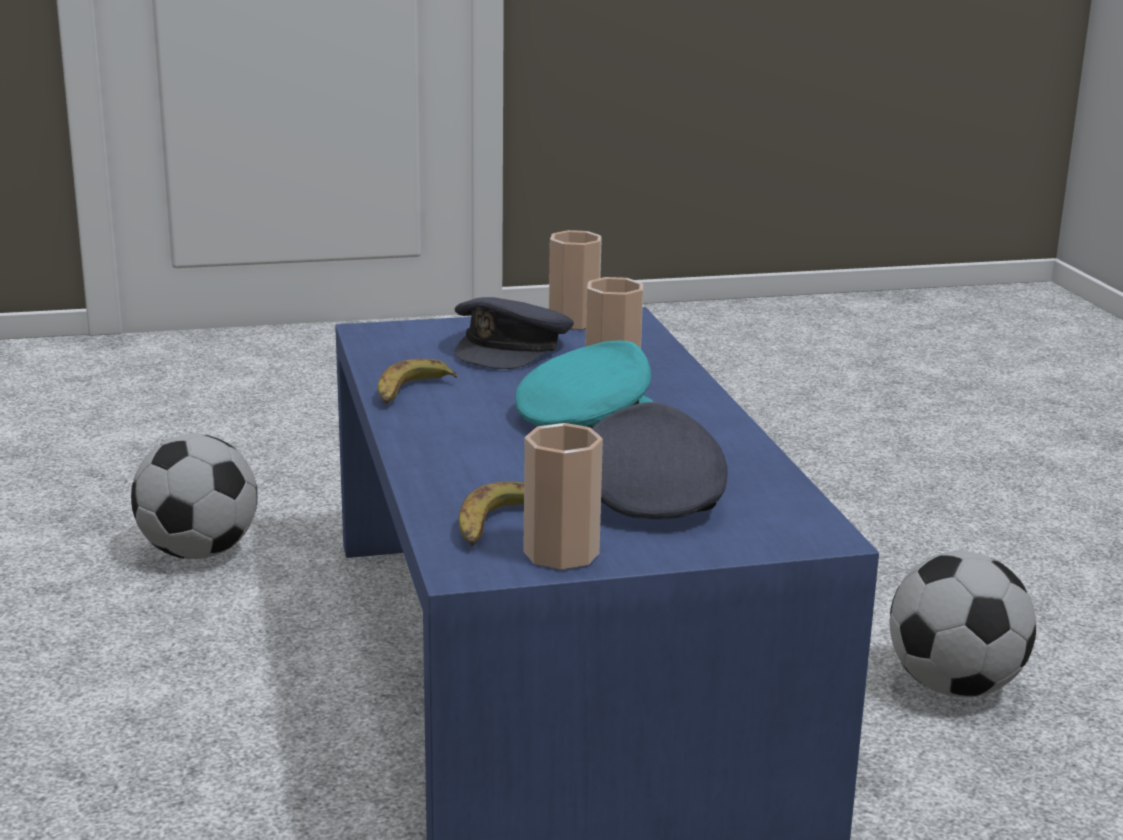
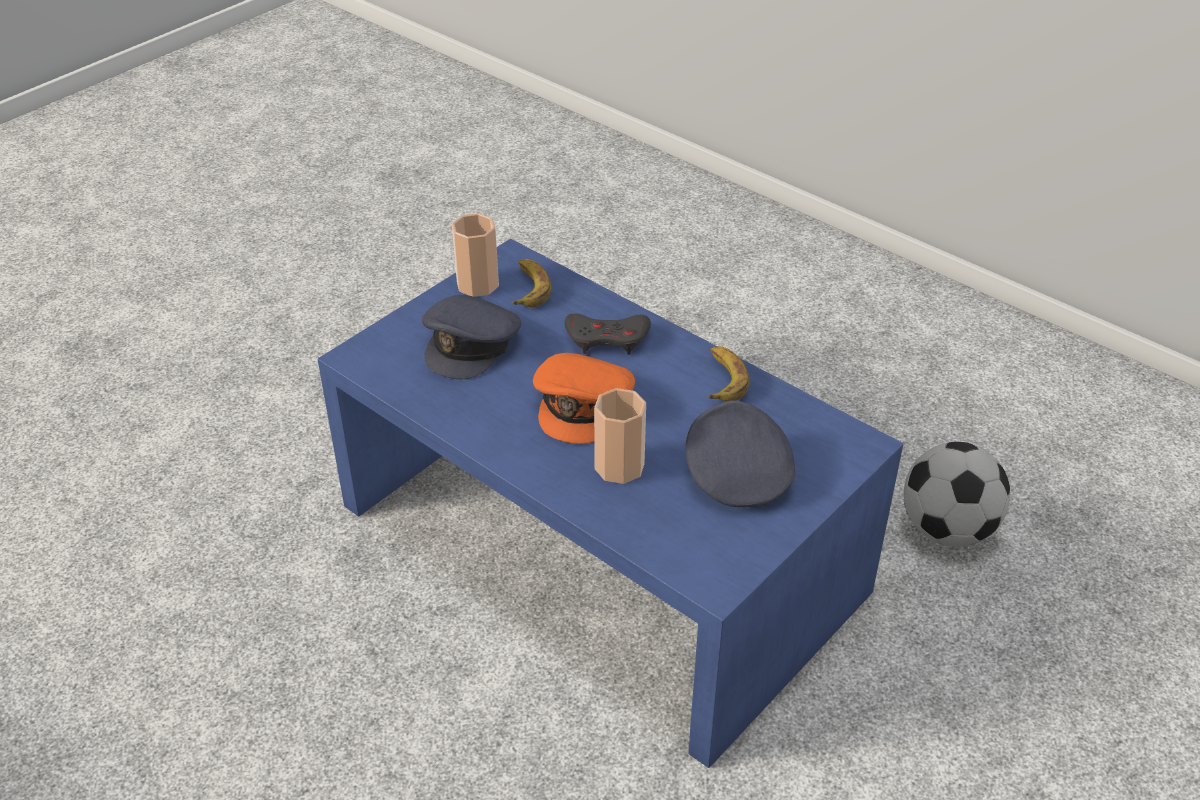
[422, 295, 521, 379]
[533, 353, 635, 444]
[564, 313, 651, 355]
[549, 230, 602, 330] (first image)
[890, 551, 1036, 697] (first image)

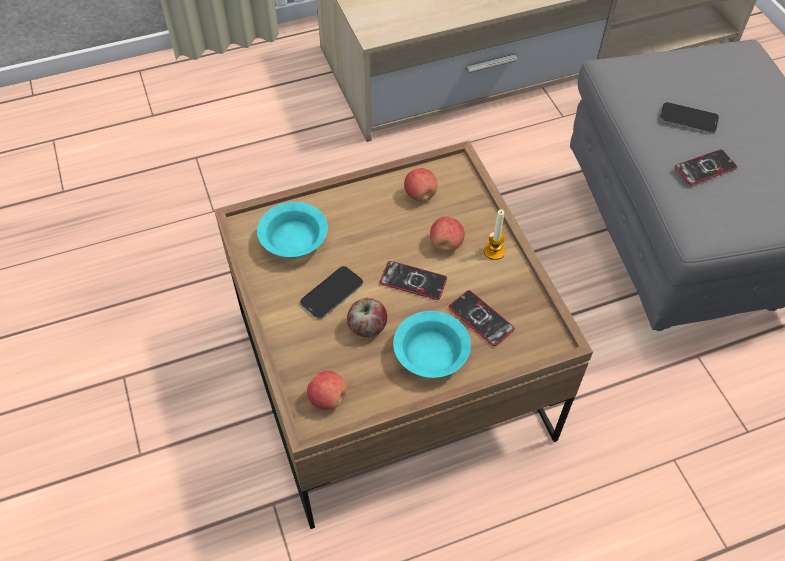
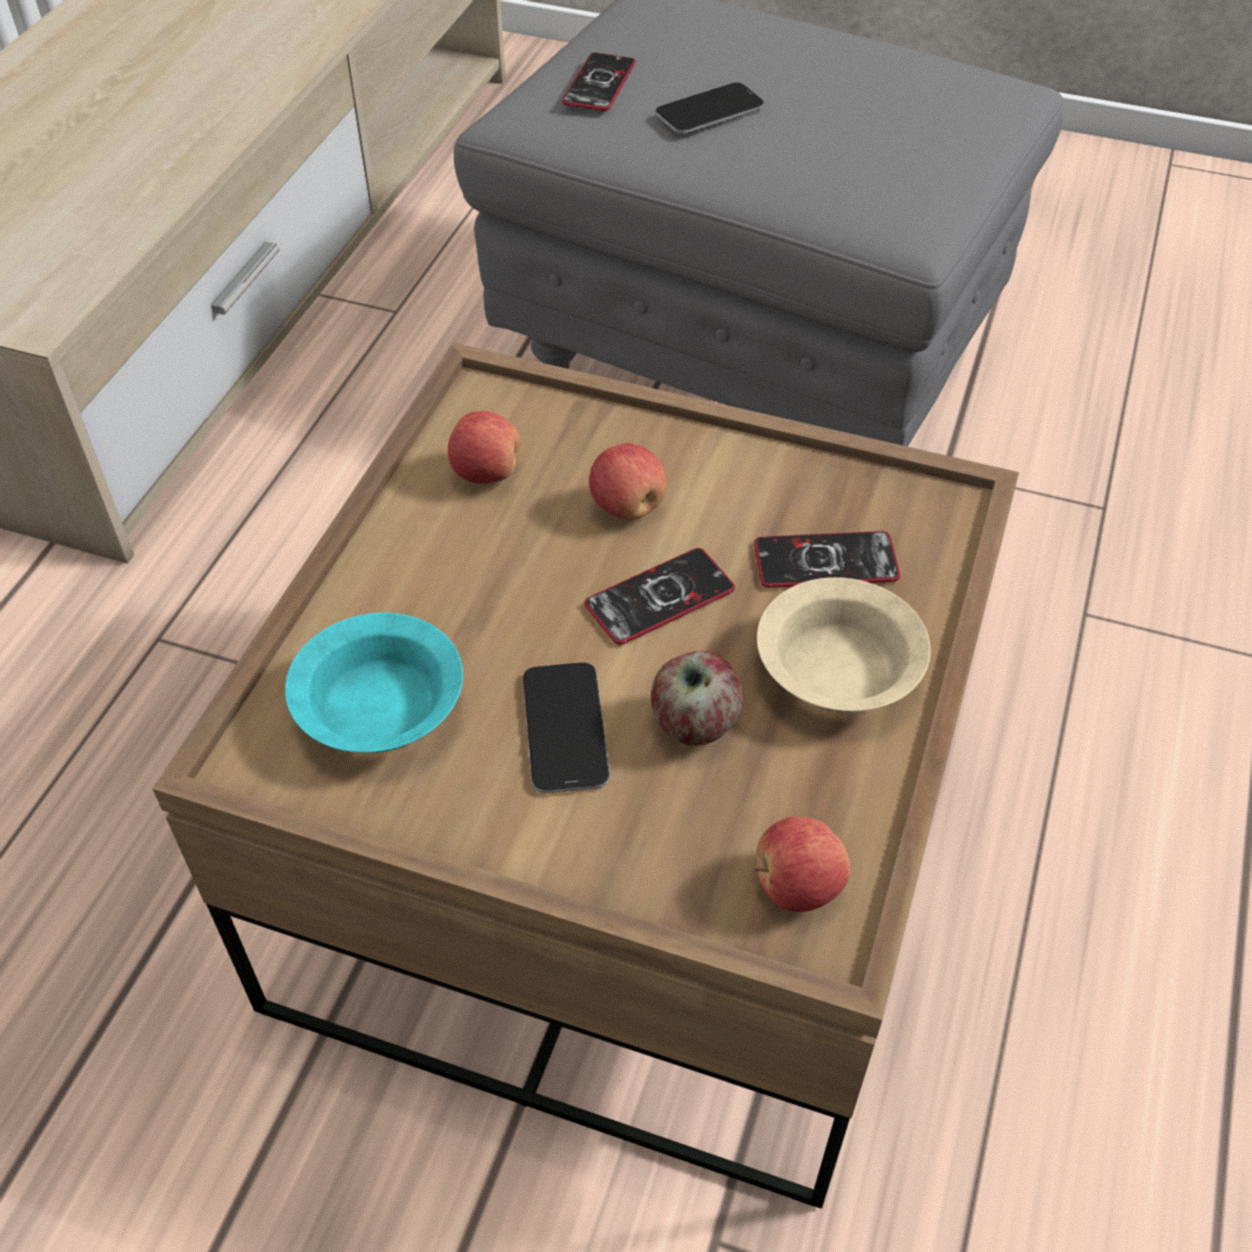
[562, 53, 636, 111]
[757, 577, 931, 713]
[484, 209, 505, 260] (first image)

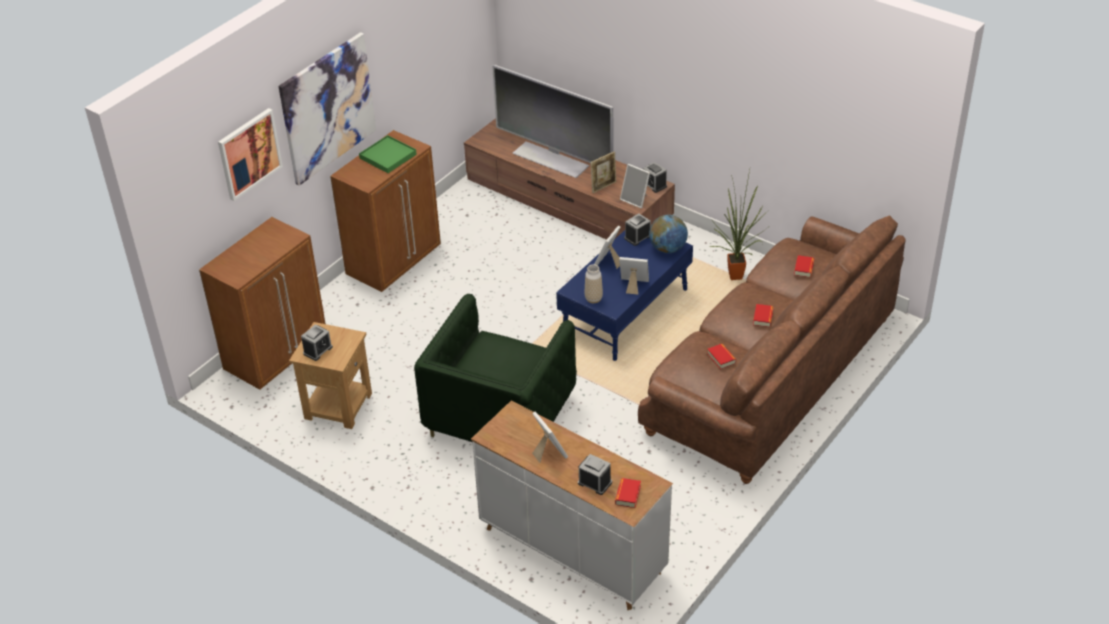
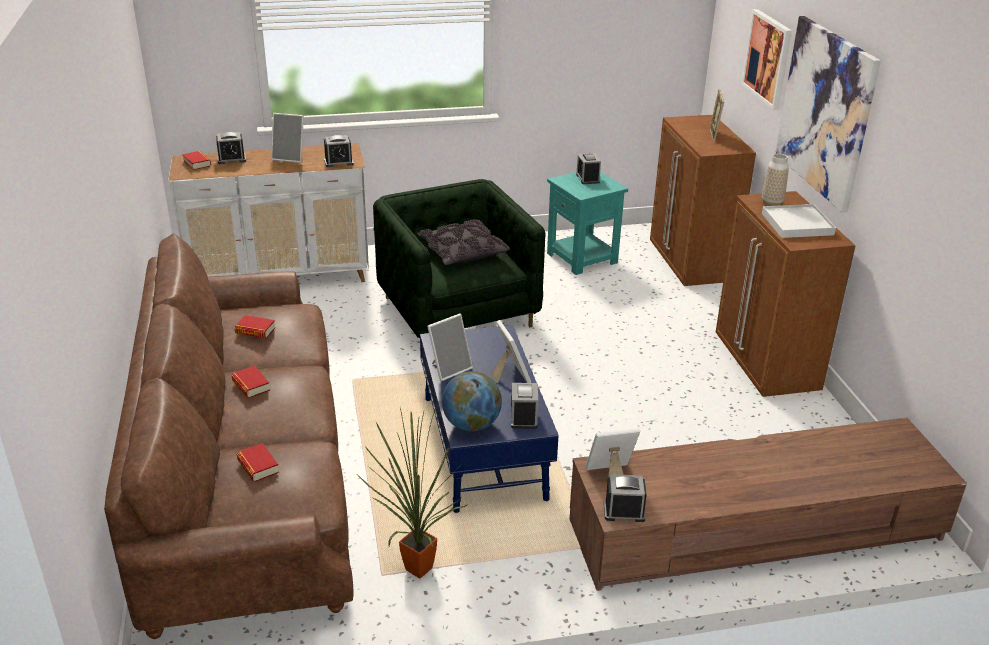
[324, 135, 354, 167]
[417, 219, 510, 265]
[547, 172, 628, 275]
[710, 89, 724, 142]
[762, 153, 789, 206]
[762, 204, 836, 238]
[492, 65, 613, 178] (first image)

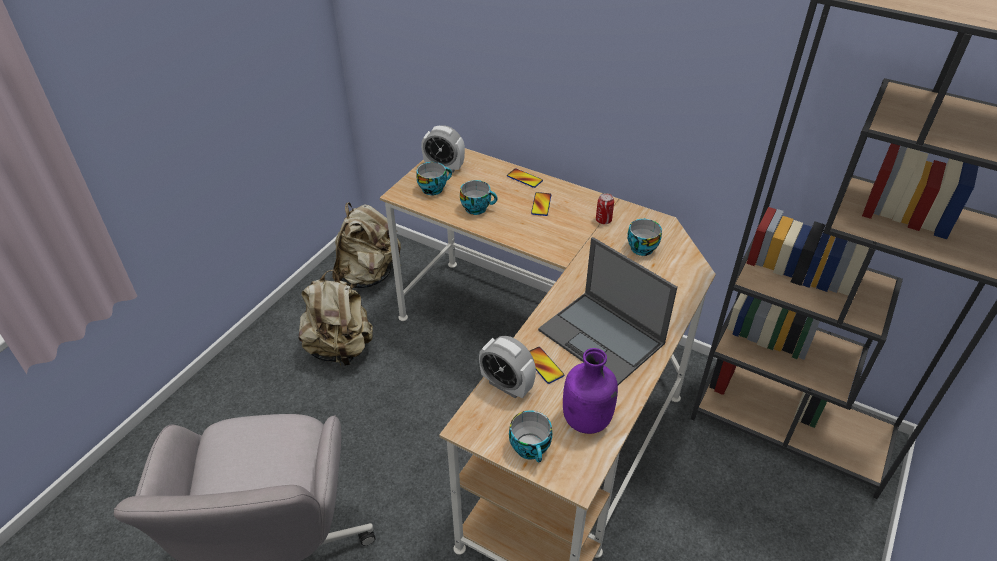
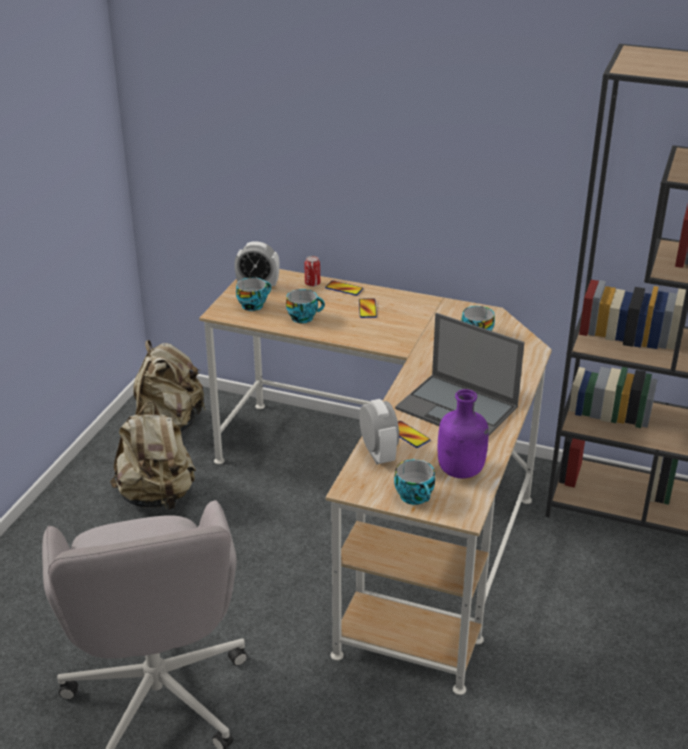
[305, 256, 320, 287]
[359, 399, 399, 464]

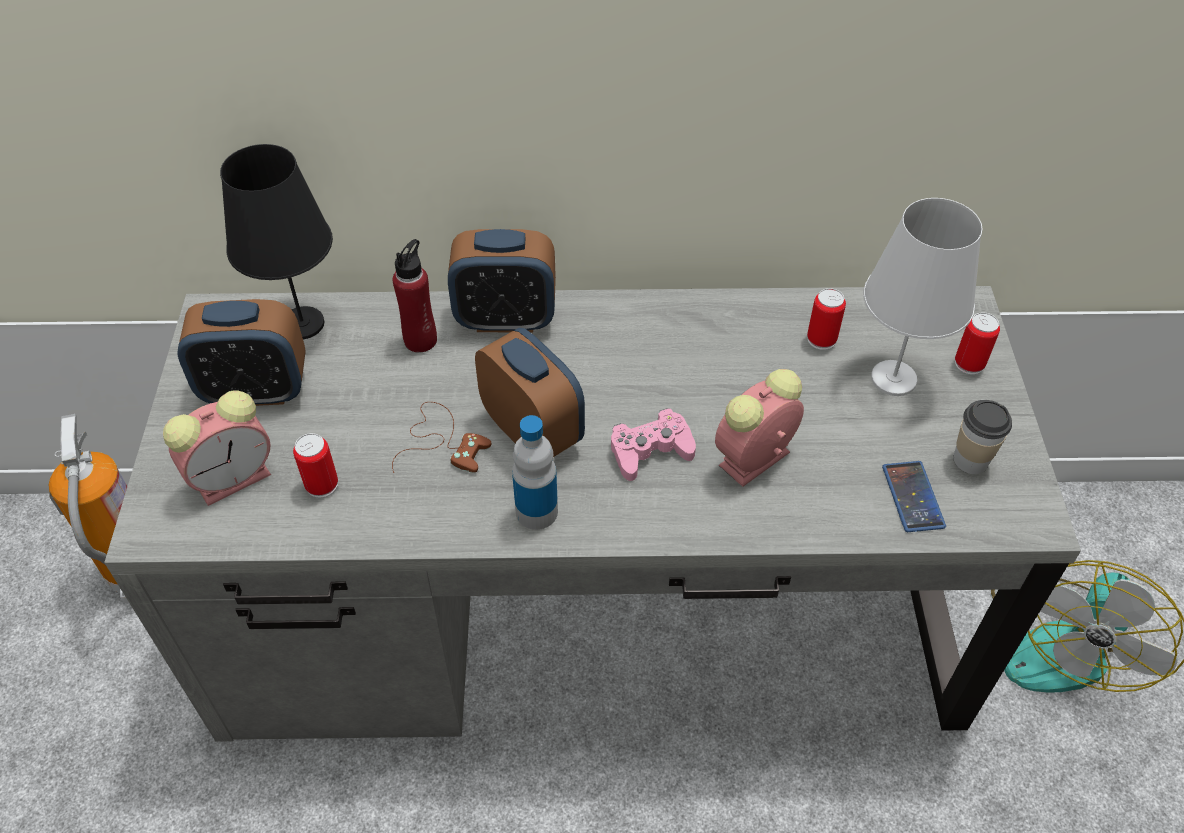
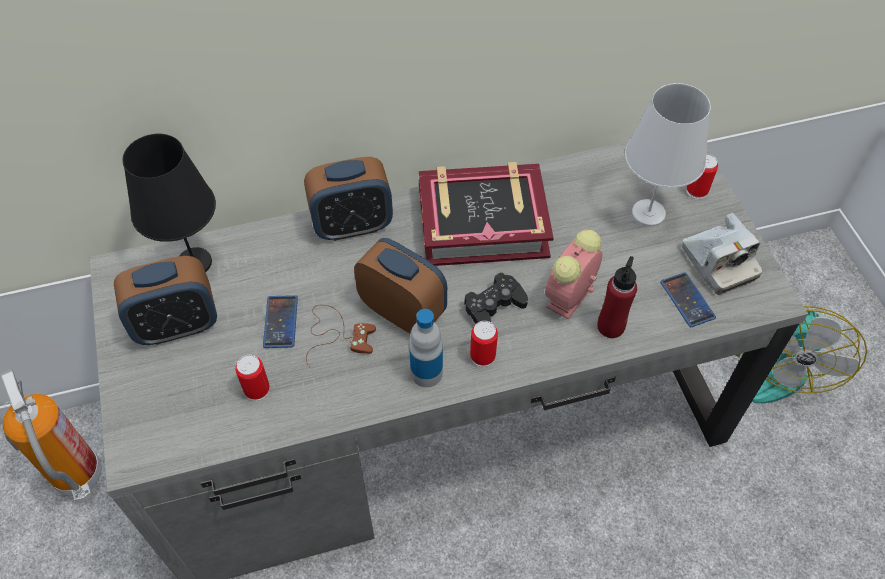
[263, 295, 298, 348]
[419, 162, 554, 266]
[464, 273, 528, 324]
[470, 321, 498, 367]
[597, 256, 637, 338]
[682, 213, 762, 295]
[163, 391, 271, 506] (first image)

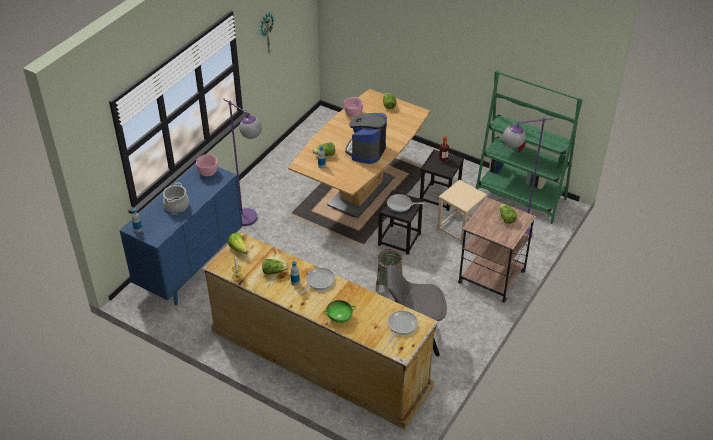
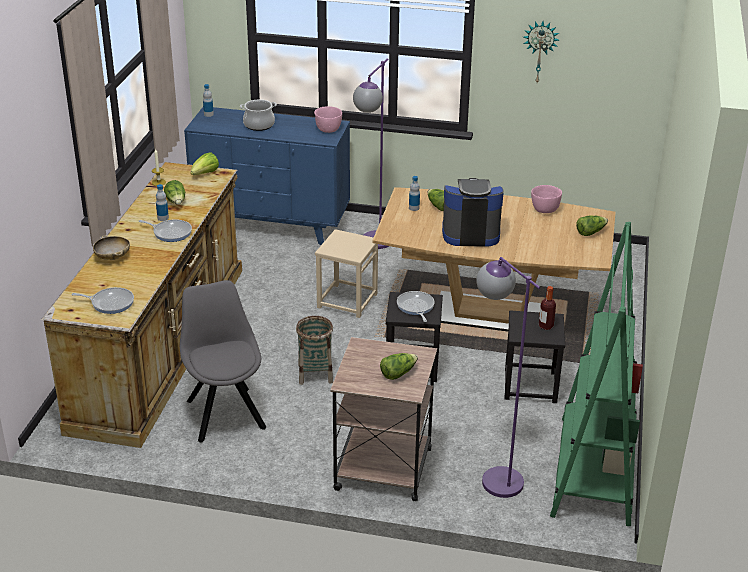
[93, 235, 130, 260]
[315, 229, 378, 318]

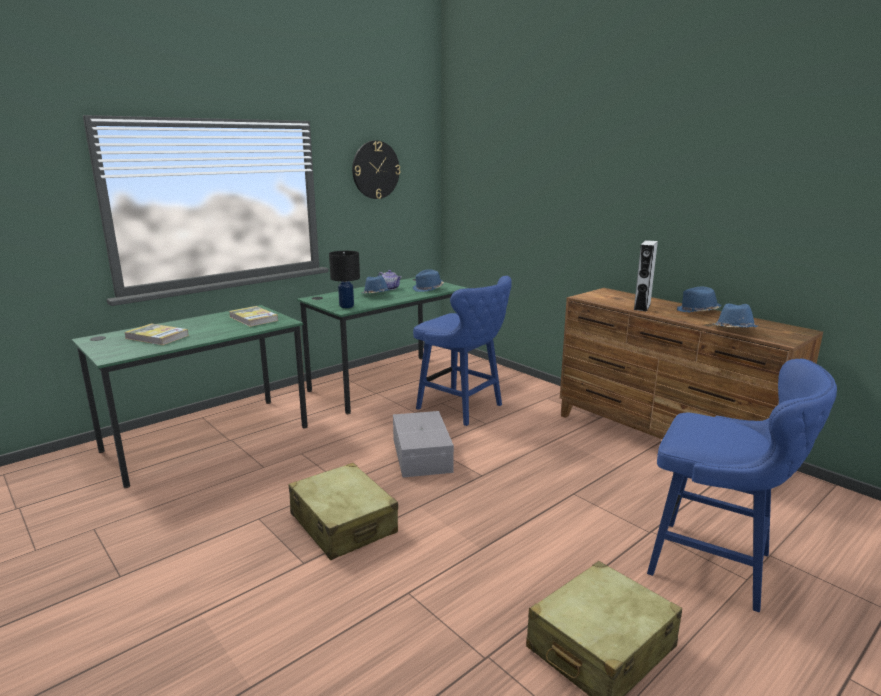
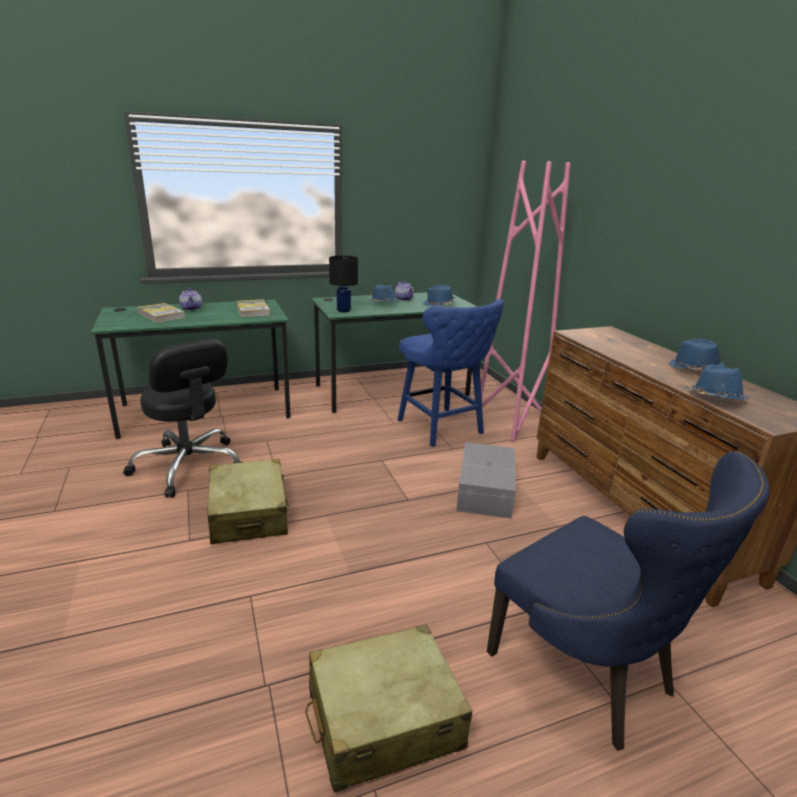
[123, 339, 242, 498]
[179, 288, 202, 311]
[456, 442, 516, 519]
[481, 160, 571, 442]
[487, 451, 770, 751]
[352, 141, 400, 199] (first image)
[634, 240, 658, 311] (first image)

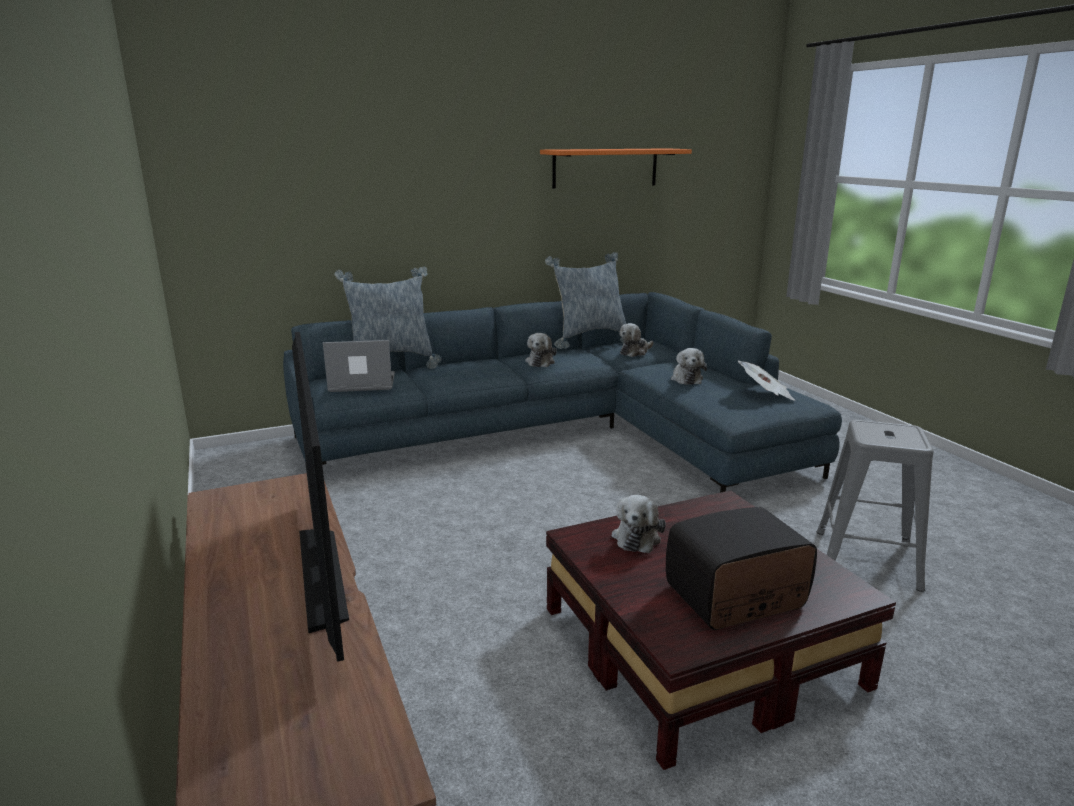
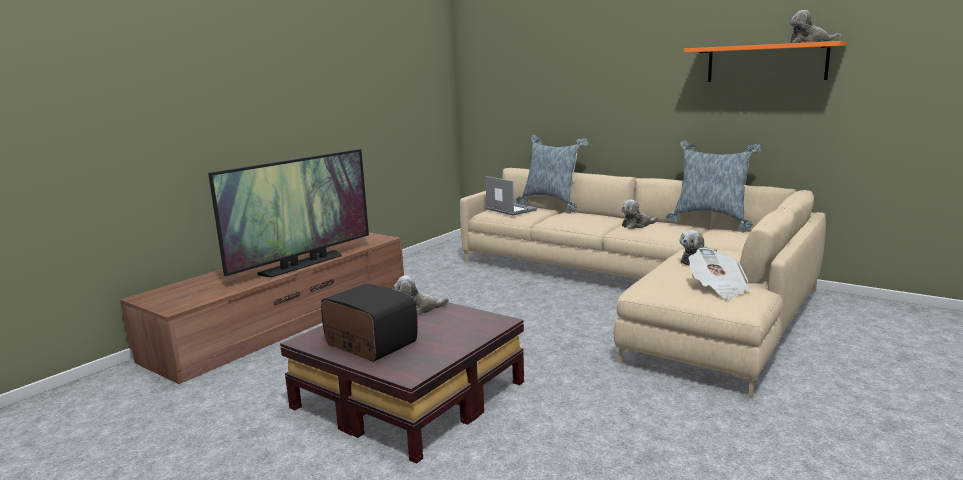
[460, 168, 826, 397]
[789, 10, 841, 43]
[817, 420, 934, 592] (first image)

